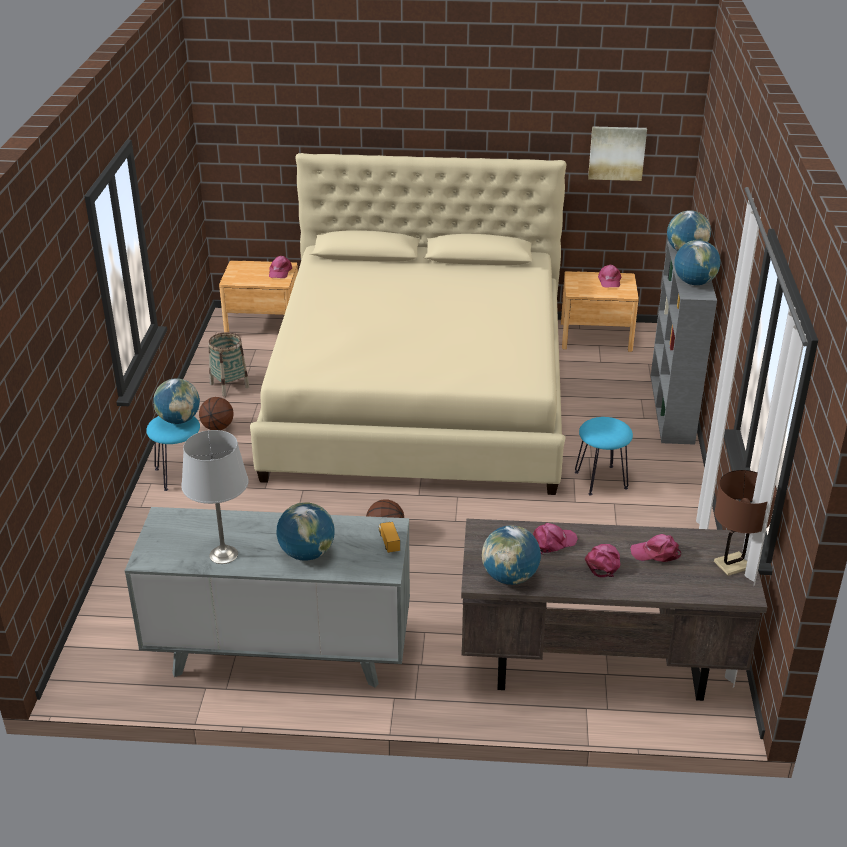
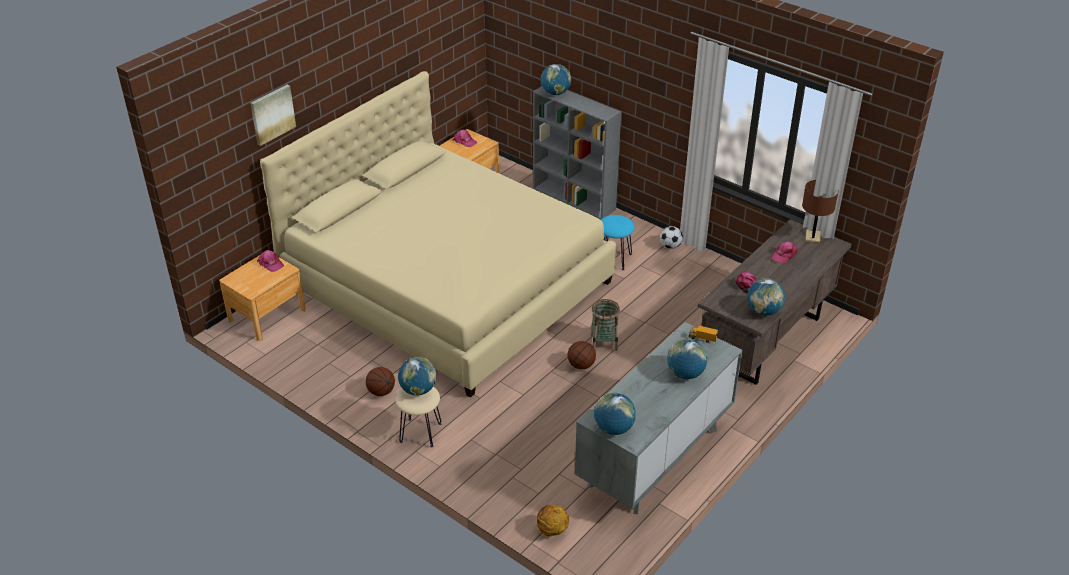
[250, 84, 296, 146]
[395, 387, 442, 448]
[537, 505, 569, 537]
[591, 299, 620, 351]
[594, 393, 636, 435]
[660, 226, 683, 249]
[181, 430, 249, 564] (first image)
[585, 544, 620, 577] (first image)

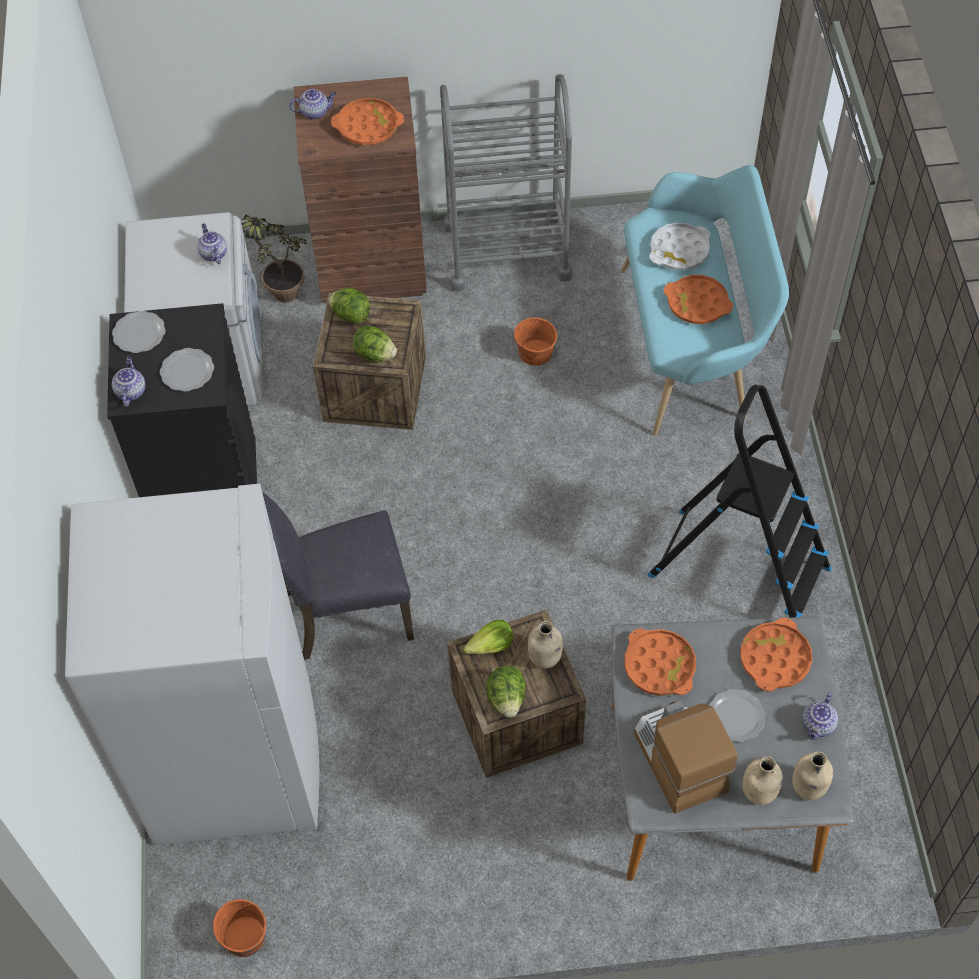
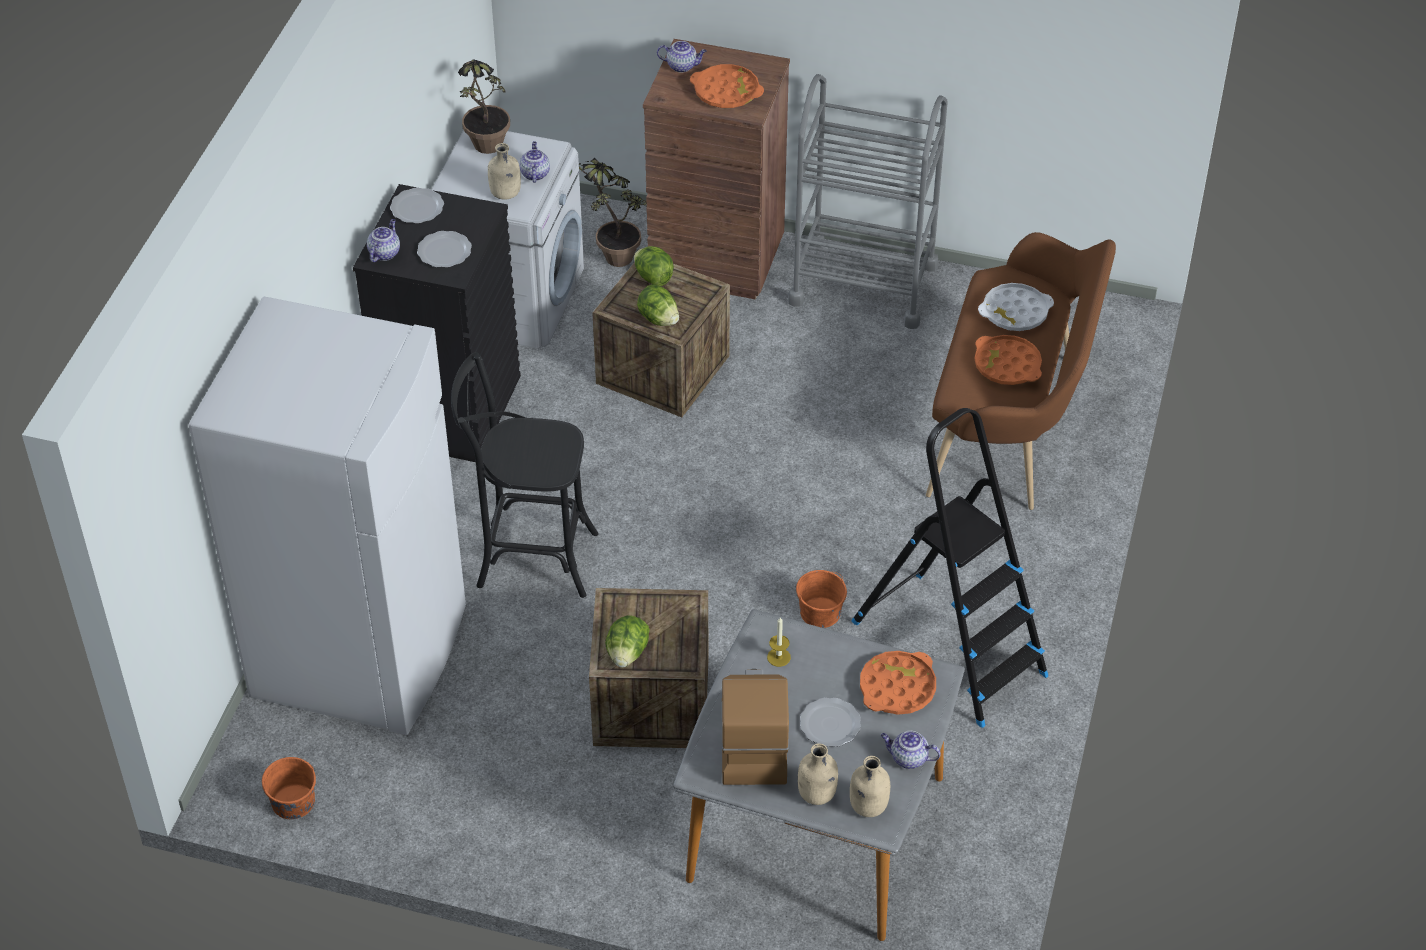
[451, 352, 598, 598]
[458, 59, 510, 154]
[488, 143, 521, 200]
[767, 617, 791, 667]
[796, 570, 847, 628]
[881, 731, 941, 769]
[926, 232, 1116, 510]
[463, 620, 513, 654] (first image)

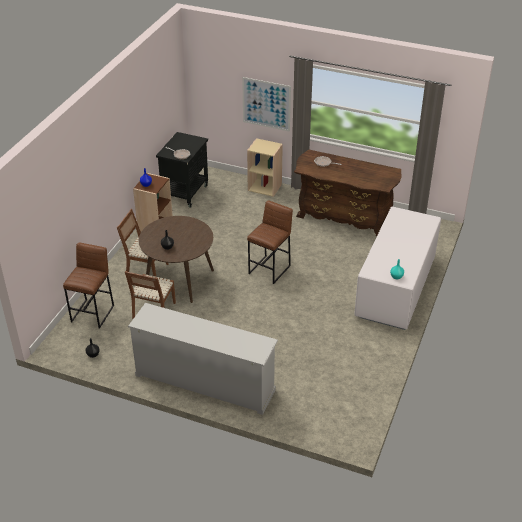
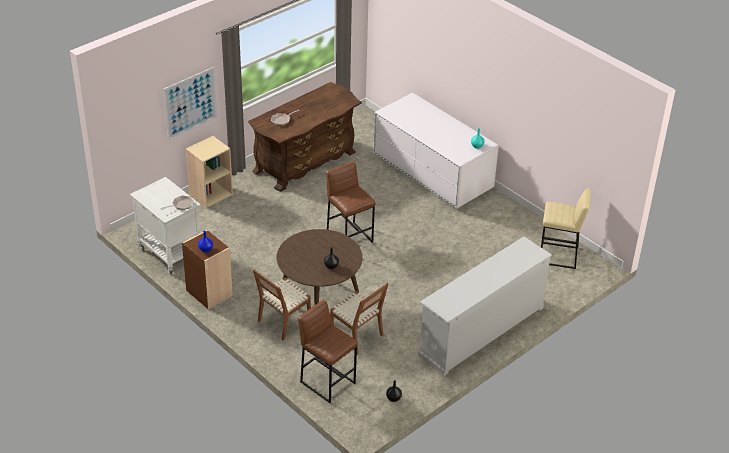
[130, 177, 201, 274]
[541, 188, 591, 269]

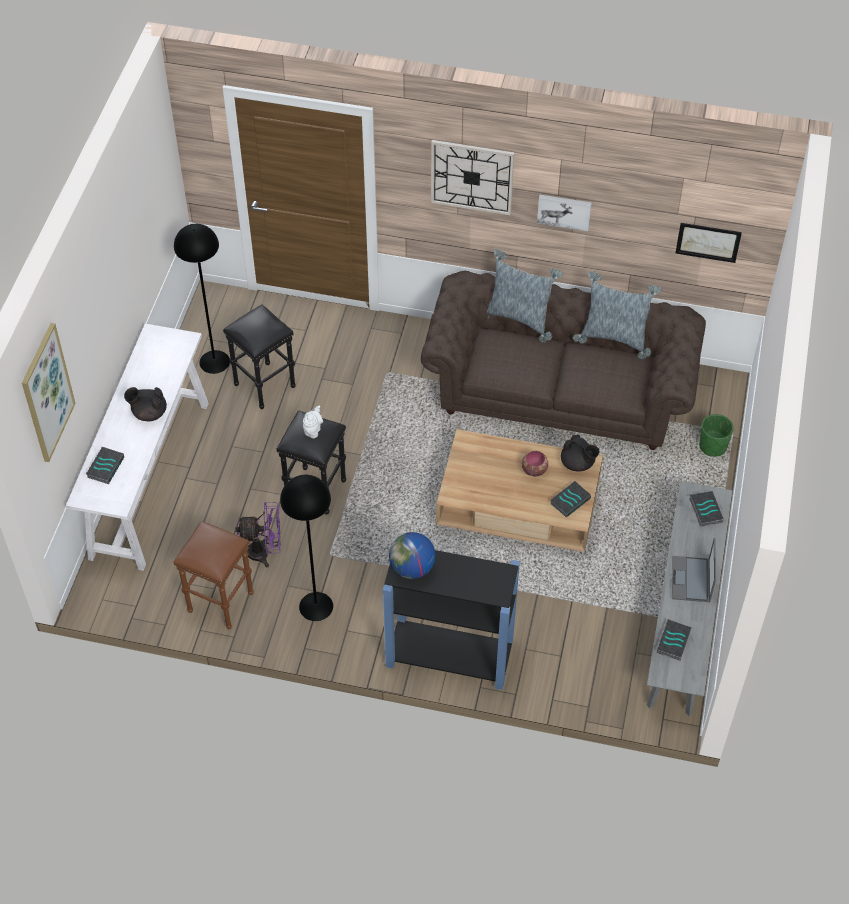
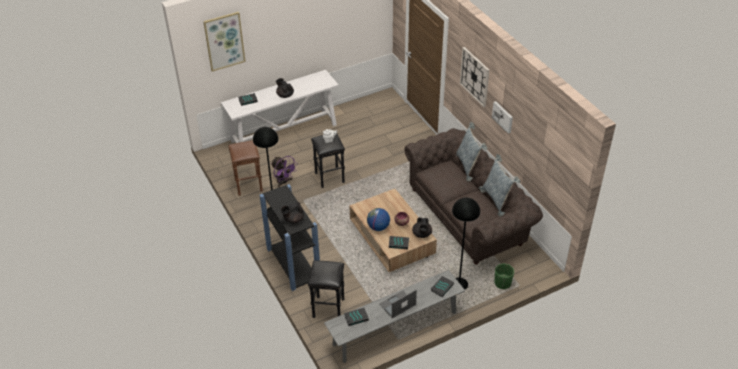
[281, 201, 304, 223]
[308, 260, 345, 318]
[367, 208, 390, 231]
[452, 198, 480, 289]
[676, 223, 742, 263] (first image)

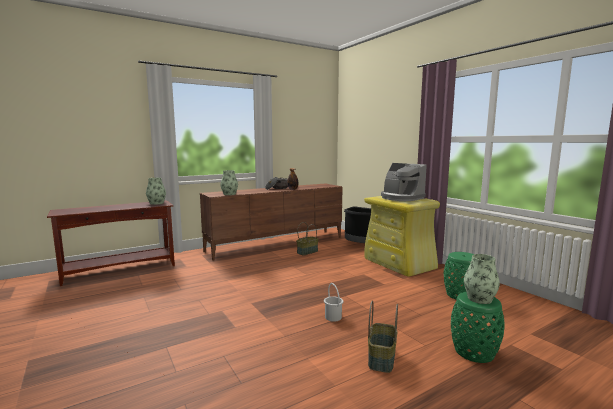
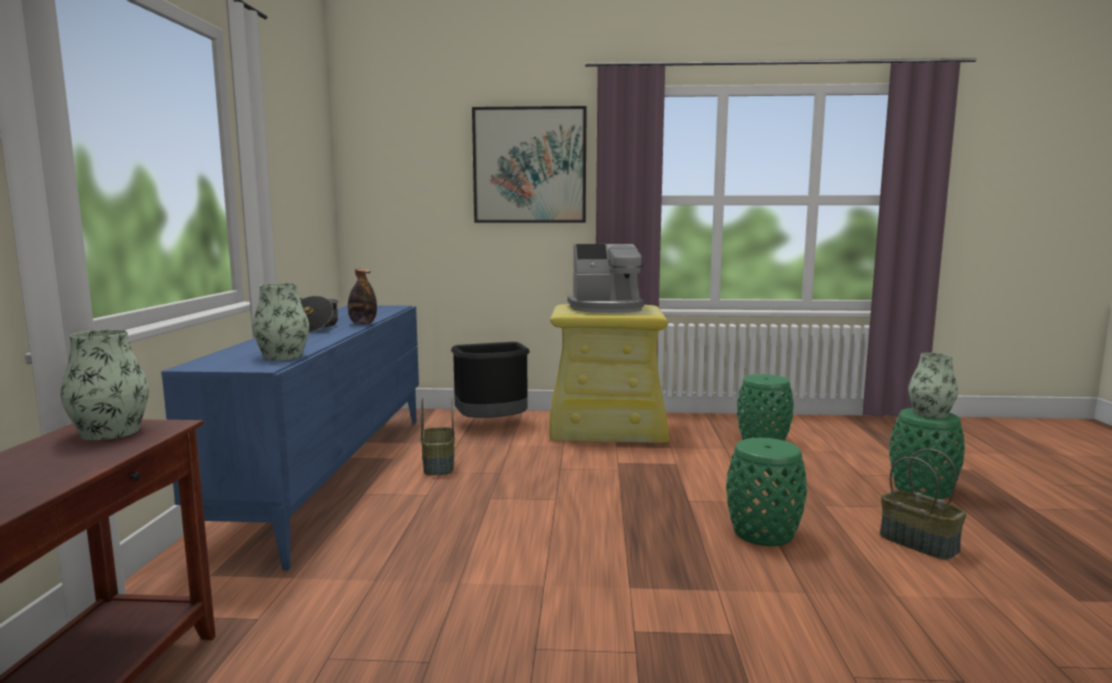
[161, 305, 419, 570]
[472, 106, 587, 223]
[726, 438, 807, 546]

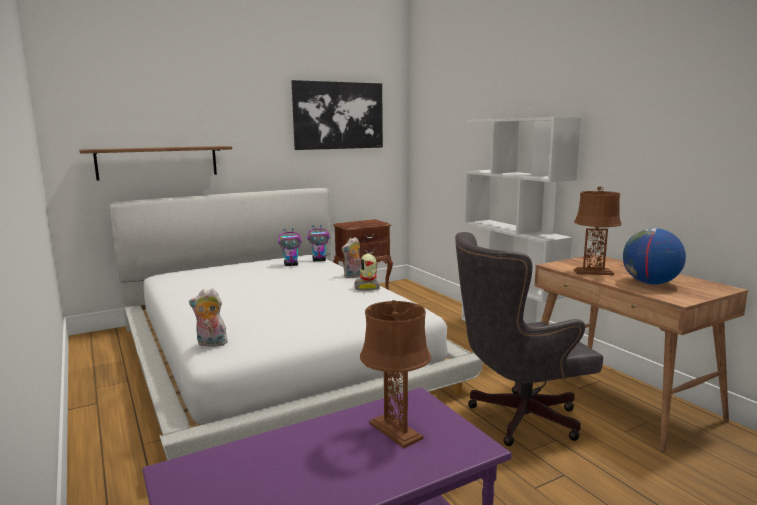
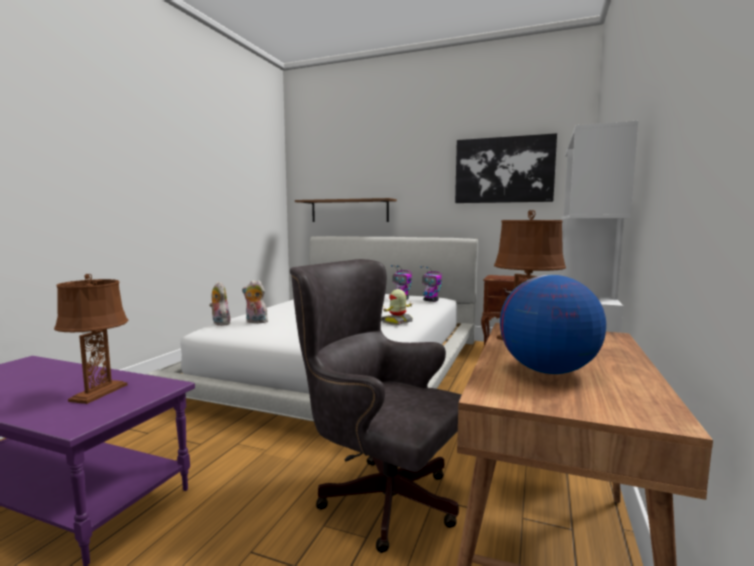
[242, 280, 268, 323]

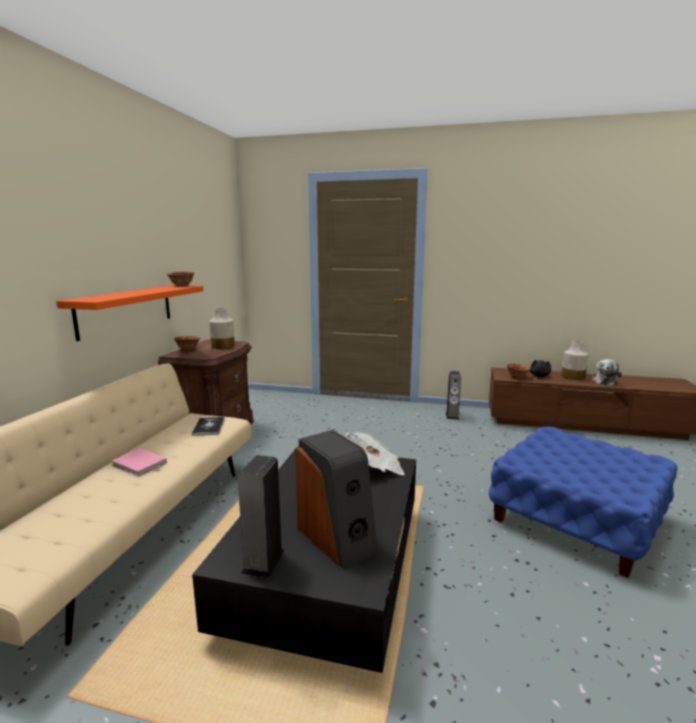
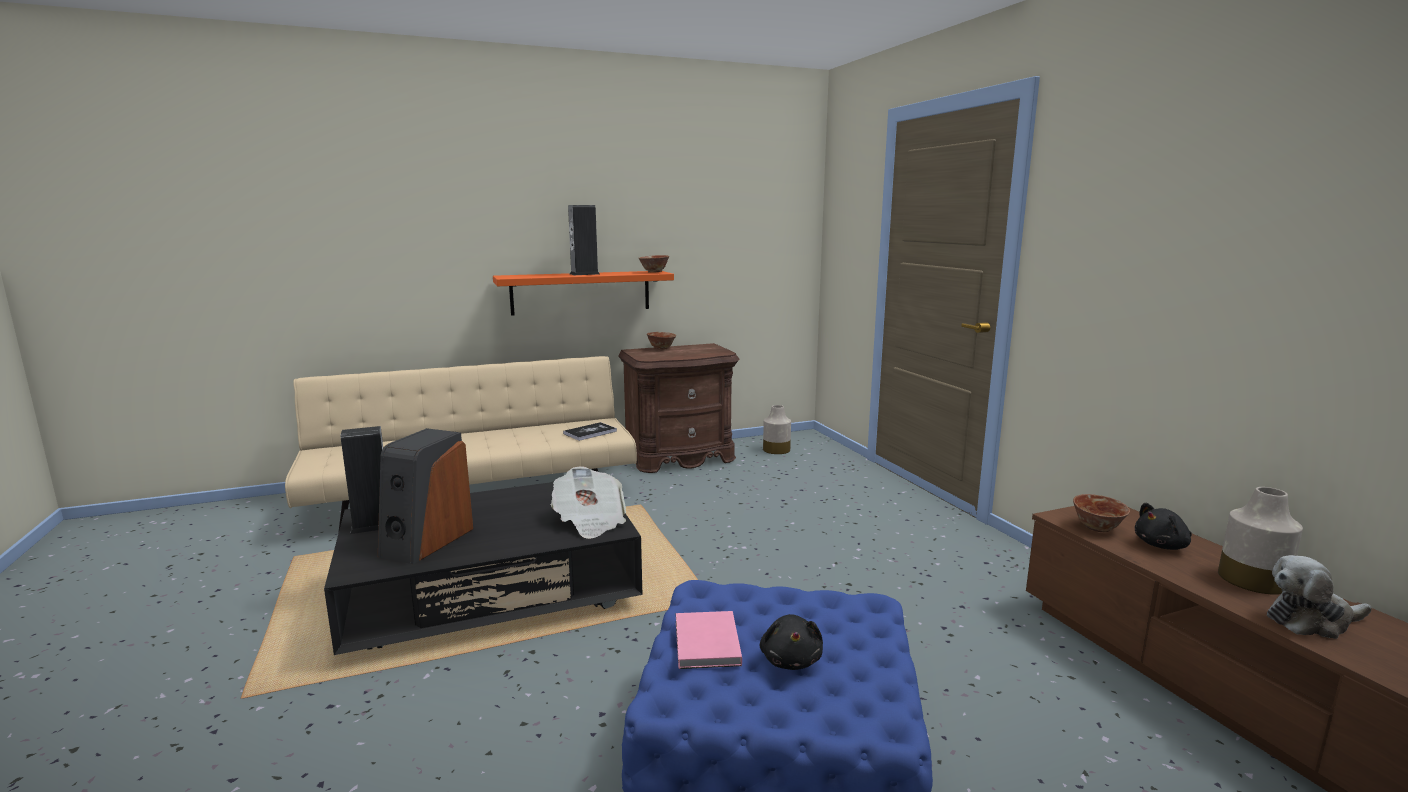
[568, 205, 599, 275]
[676, 611, 742, 669]
[760, 614, 823, 670]
[763, 405, 791, 454]

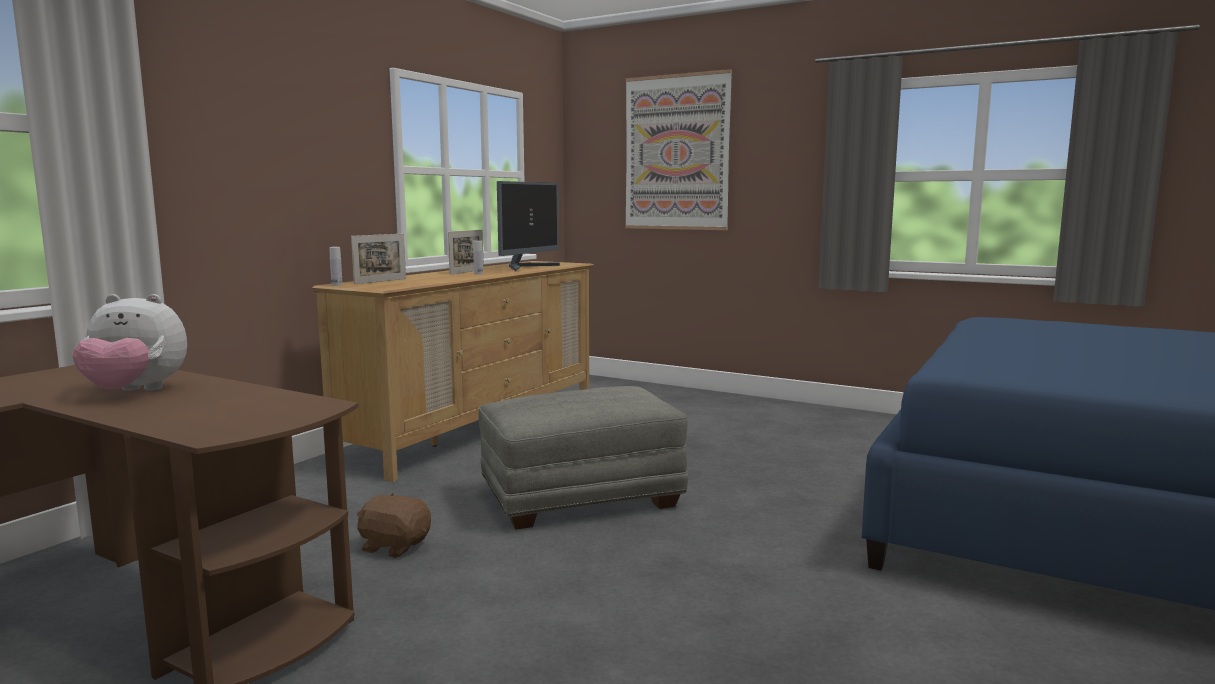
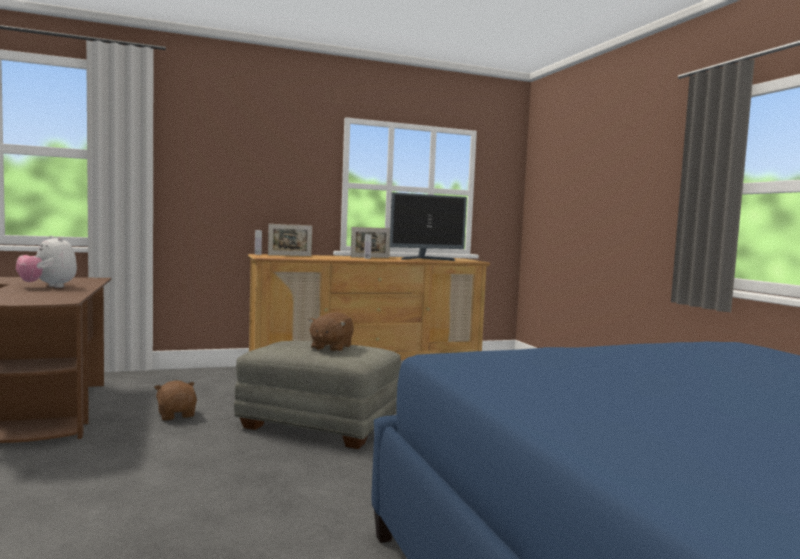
[308, 312, 354, 352]
[625, 69, 732, 230] (first image)

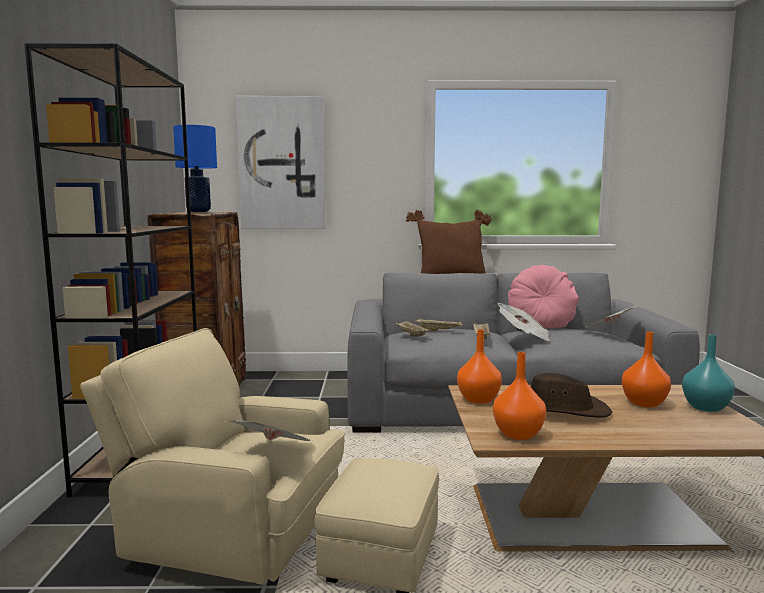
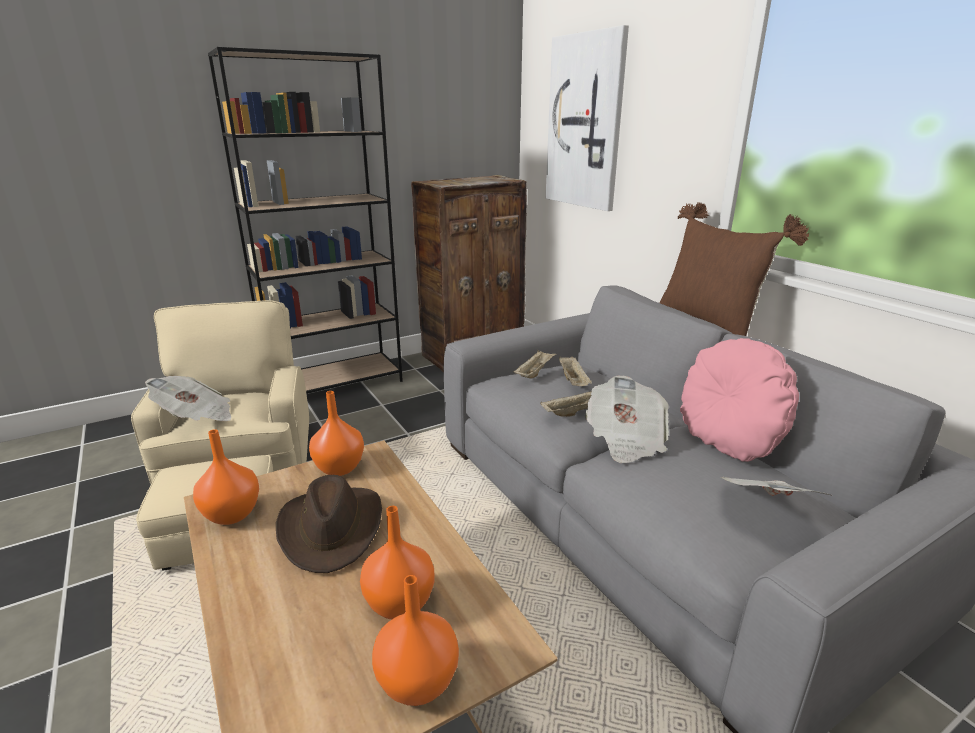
[372, 575, 459, 706]
[173, 125, 217, 212] (first image)

